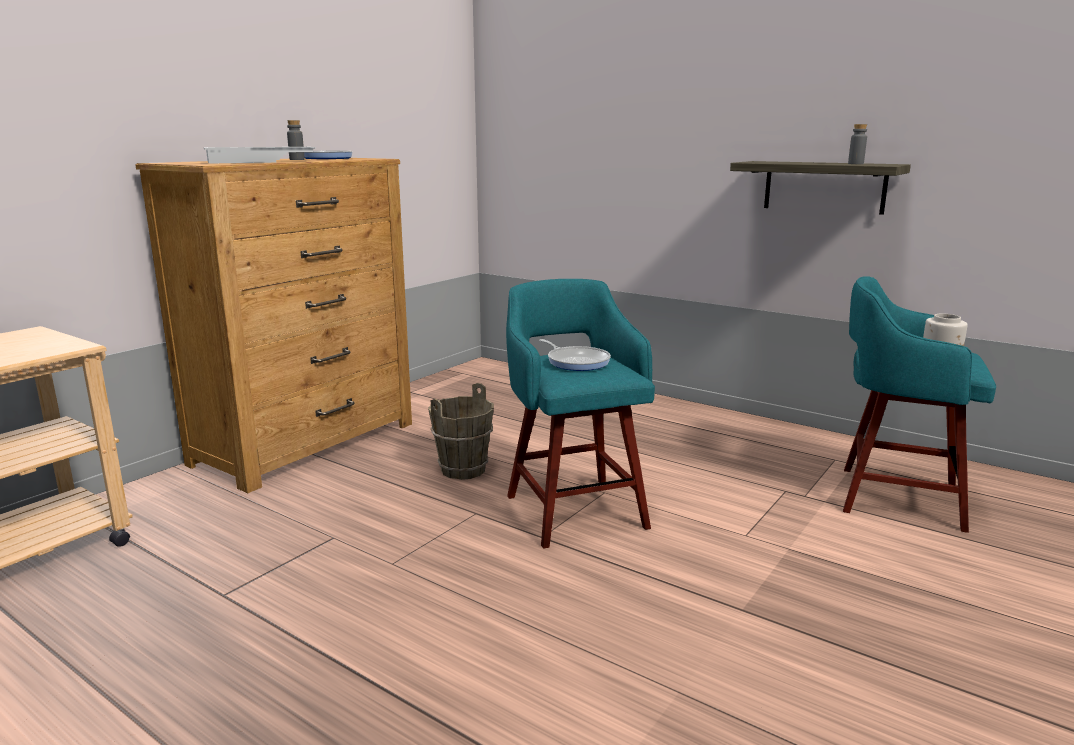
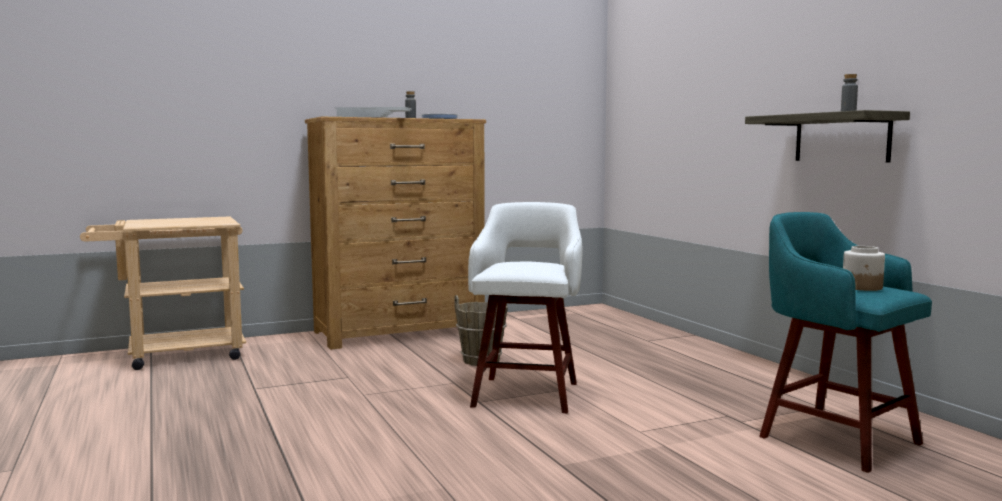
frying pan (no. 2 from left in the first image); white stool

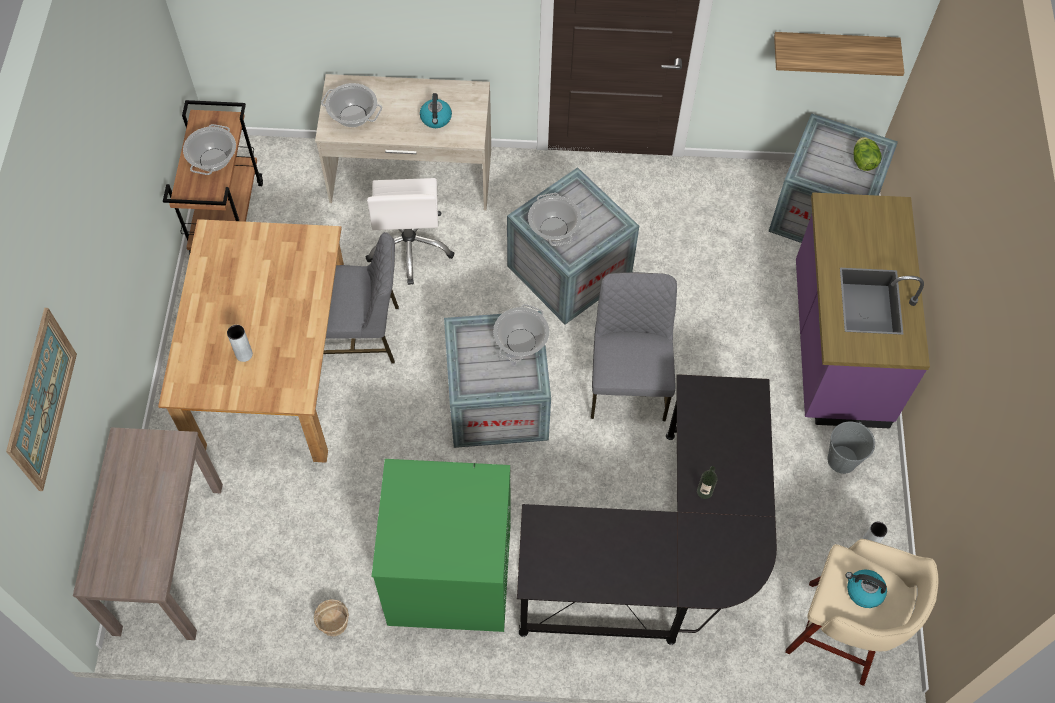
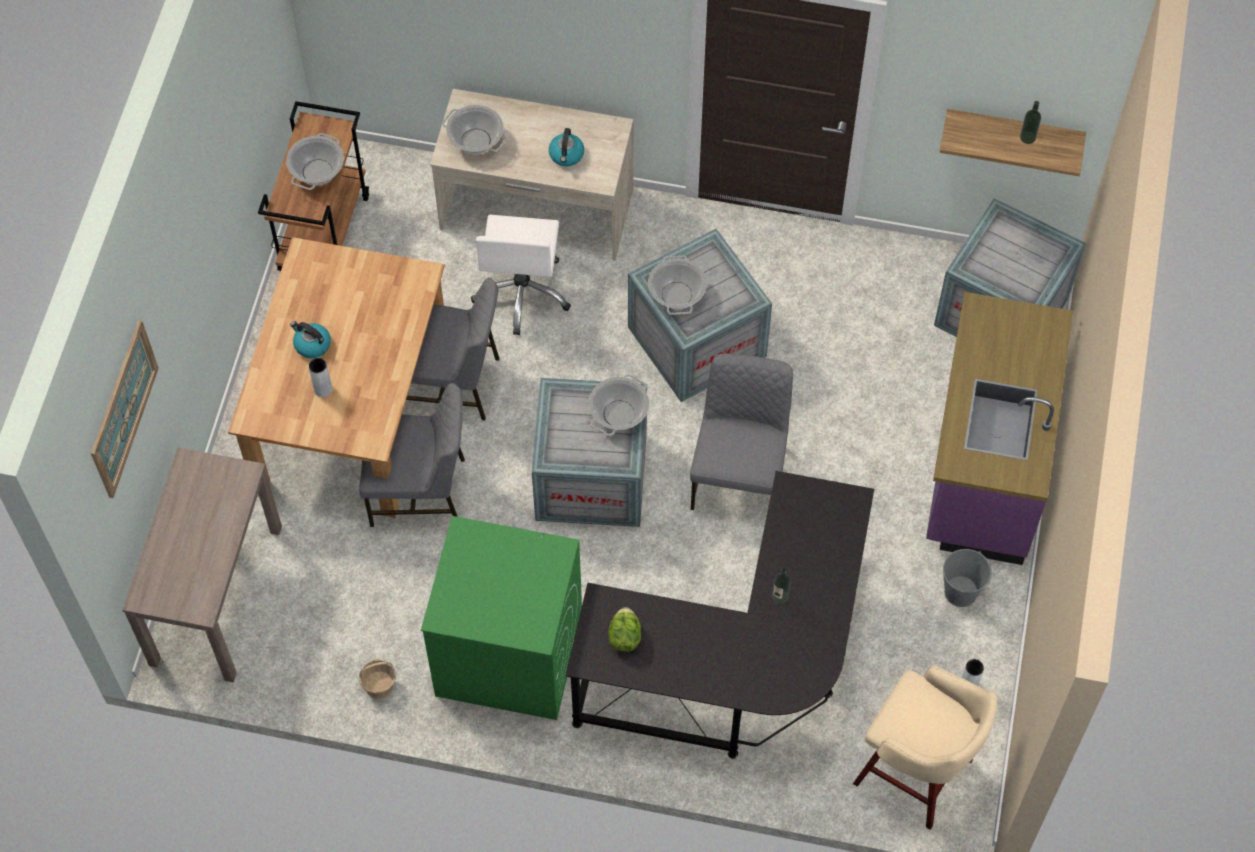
grey chair (no. 1 from left); bottle (no. 2 from left); kettle (no. 1 from left); lettuce

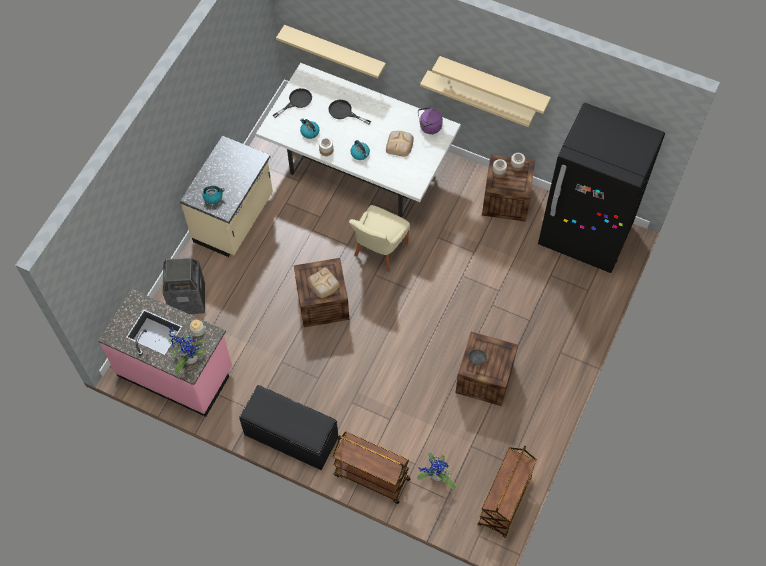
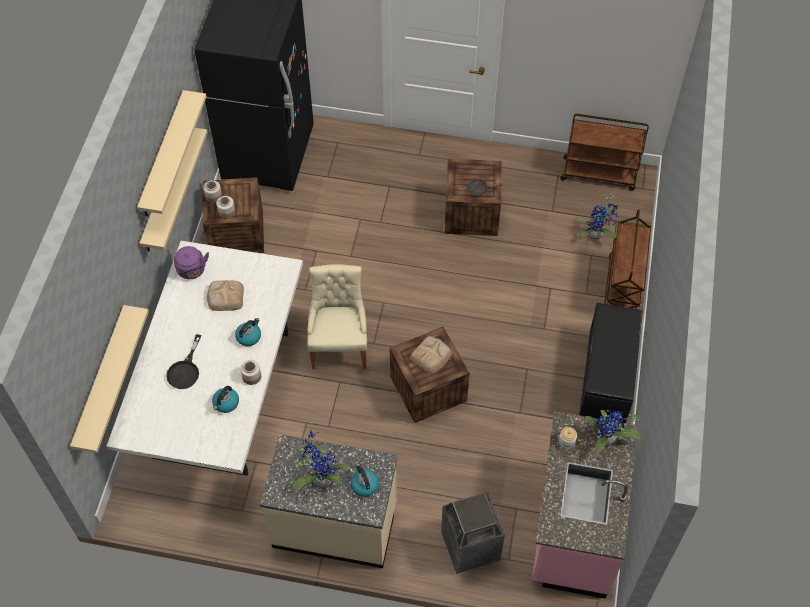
black frying pan (no. 1 from left in the first image); potted plant (no. 1 from left); beige chair

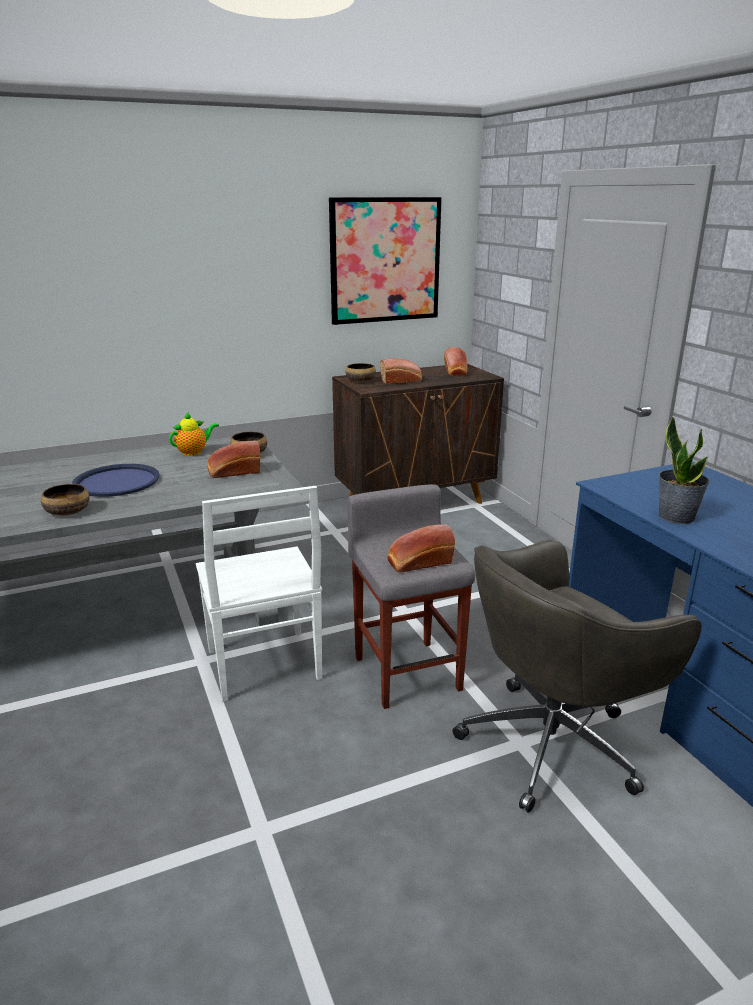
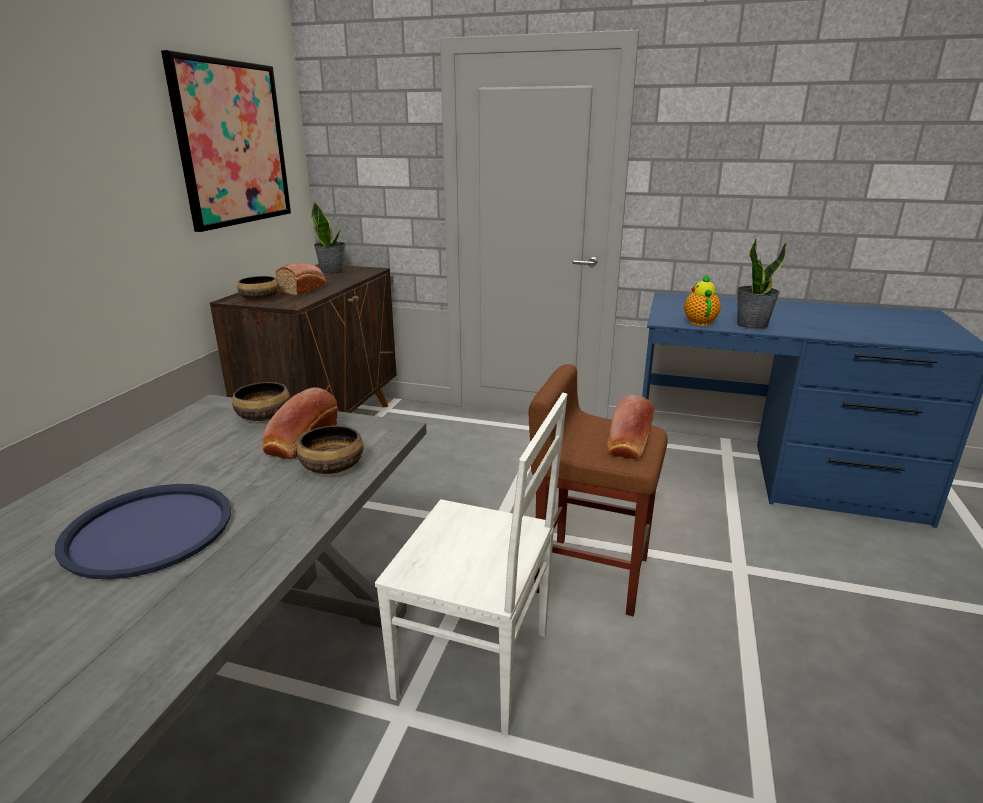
grey office chair; bowl (no. 3 from left); teapot; potted plant (no. 1 from left); brown stool

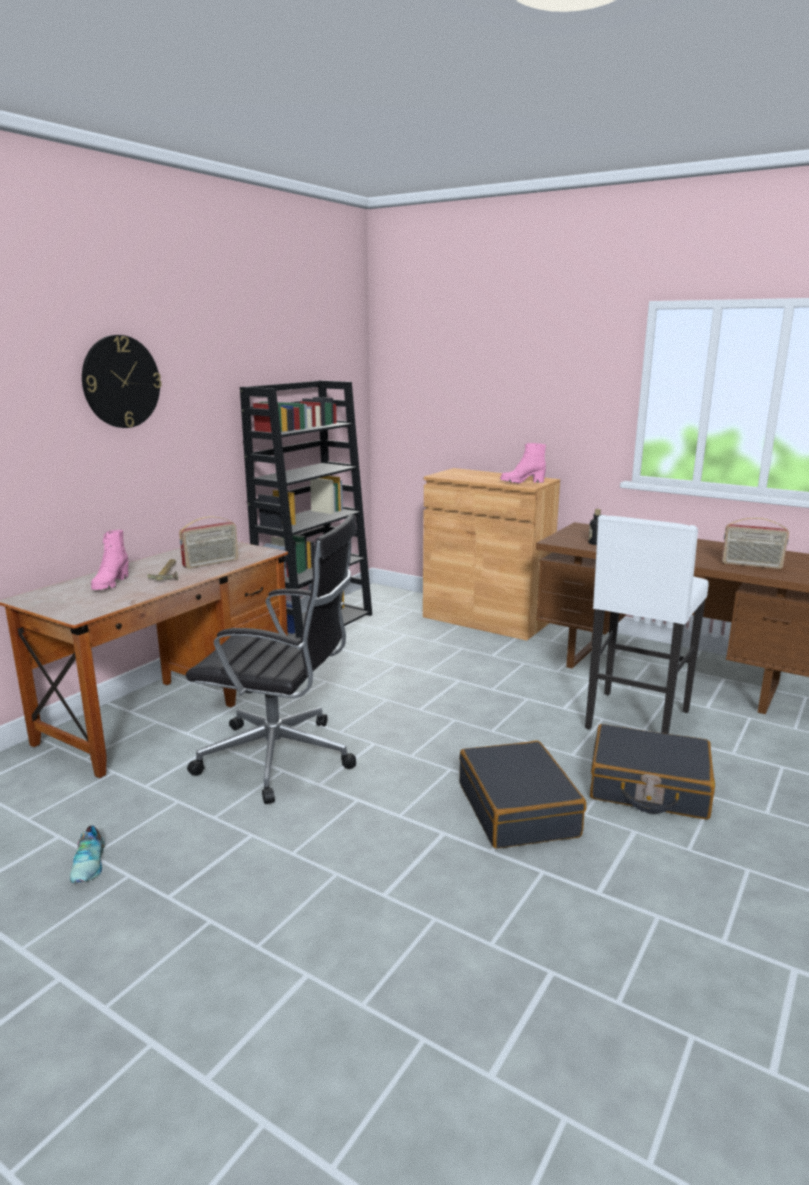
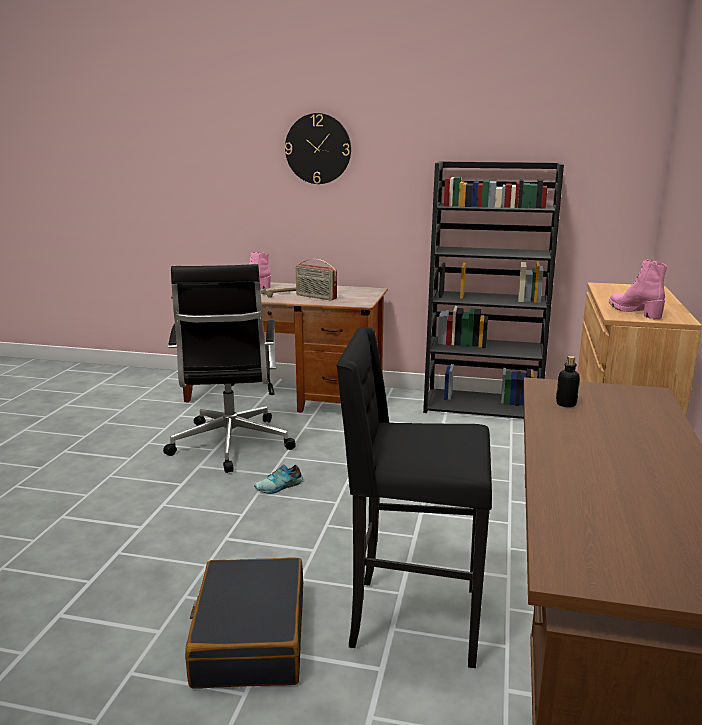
black suitcase (no. 1 from left in the first image); radio (no. 2 from left in the first image); shoe; black stool

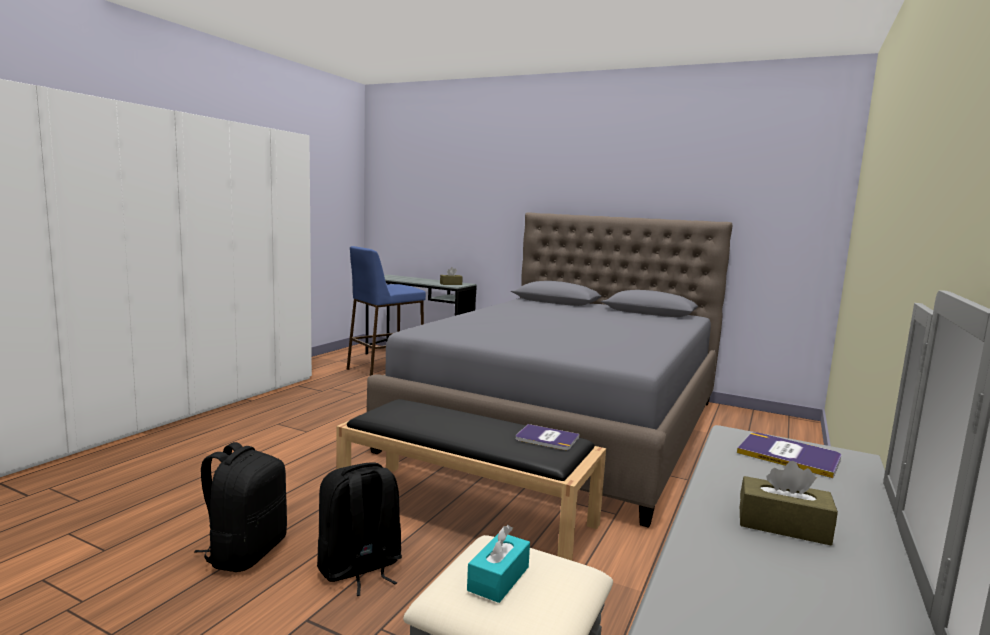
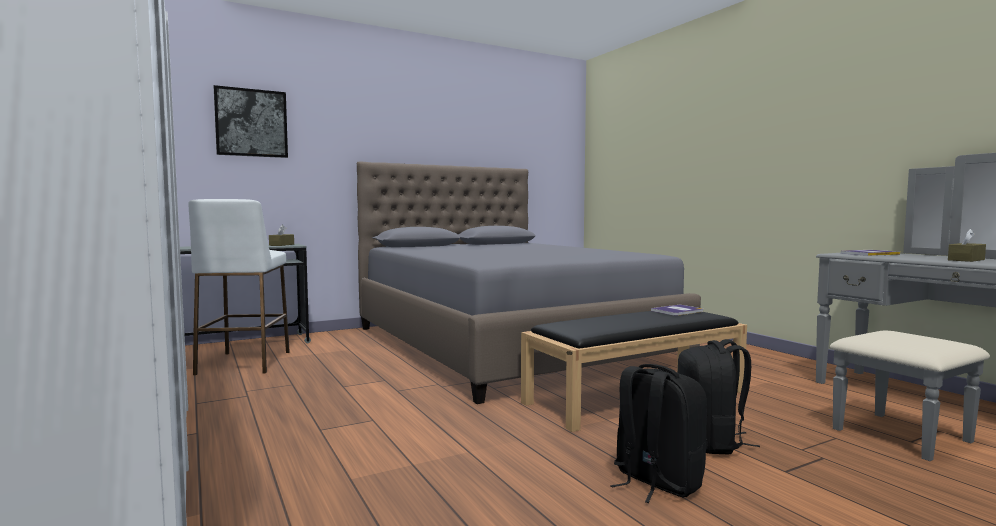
turquoise tissue box; picture; white stool

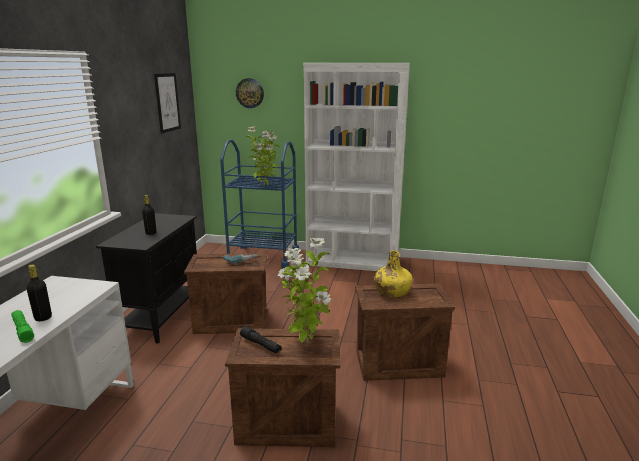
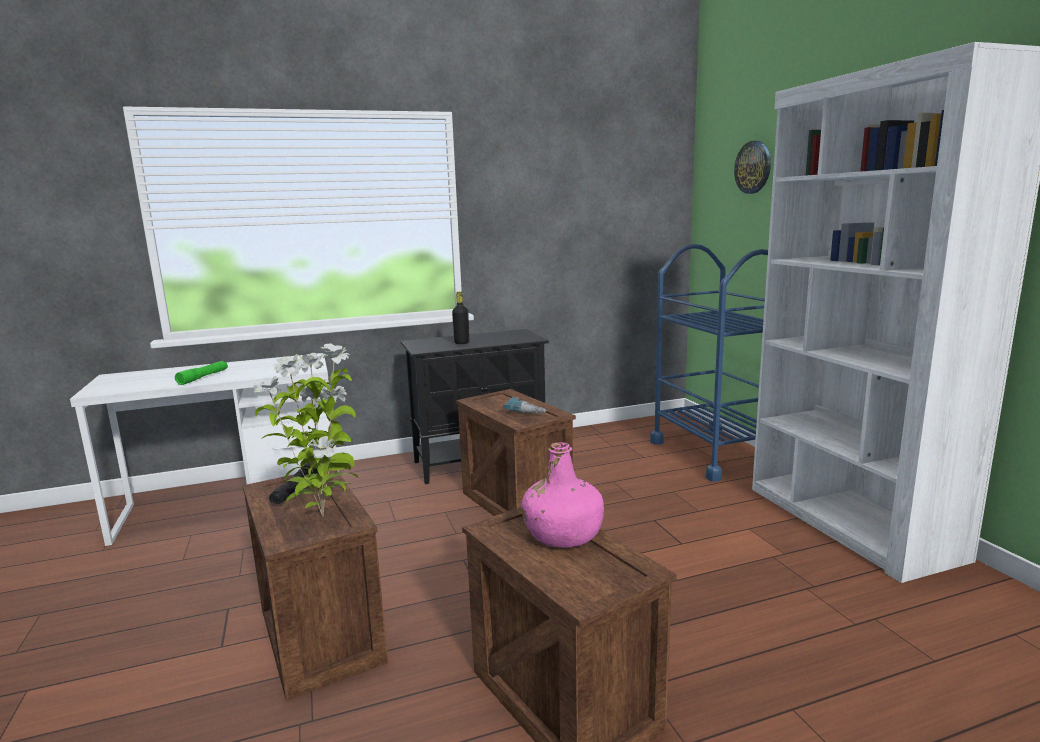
black bottle (no. 1 from left in the first image); picture; potted plant (no. 1 from left in the first image); pink bottle

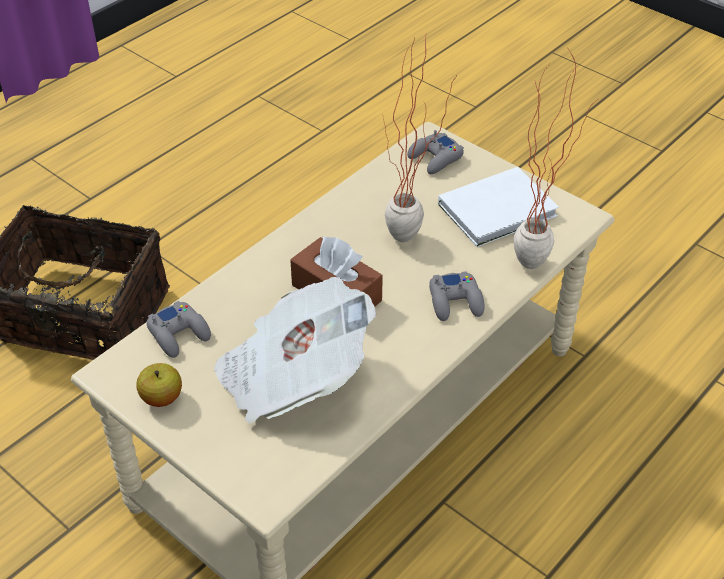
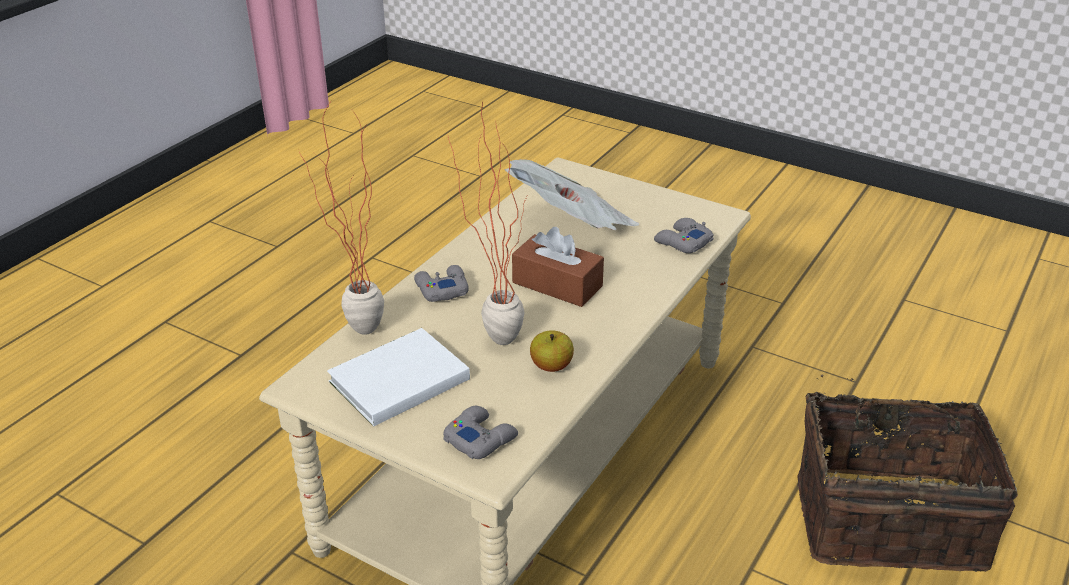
apple

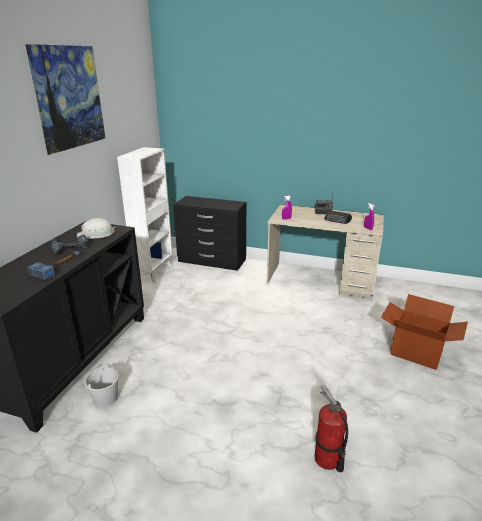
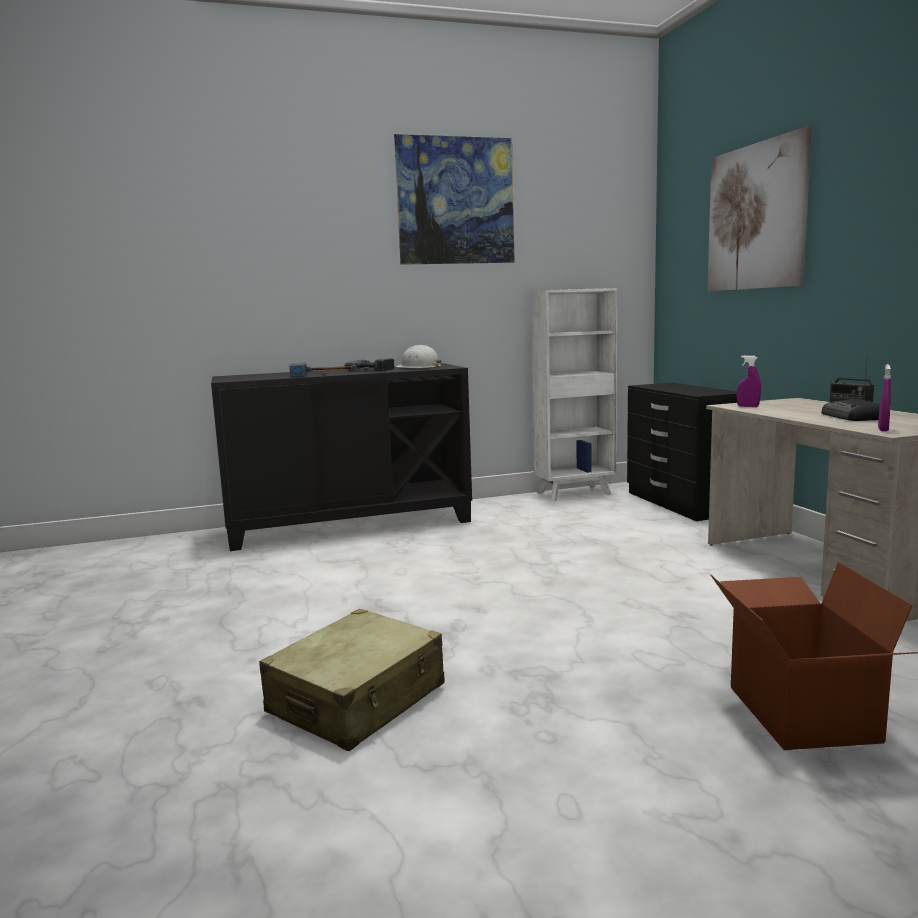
white bucket; picture (no. 2 from left); beige suitcase

